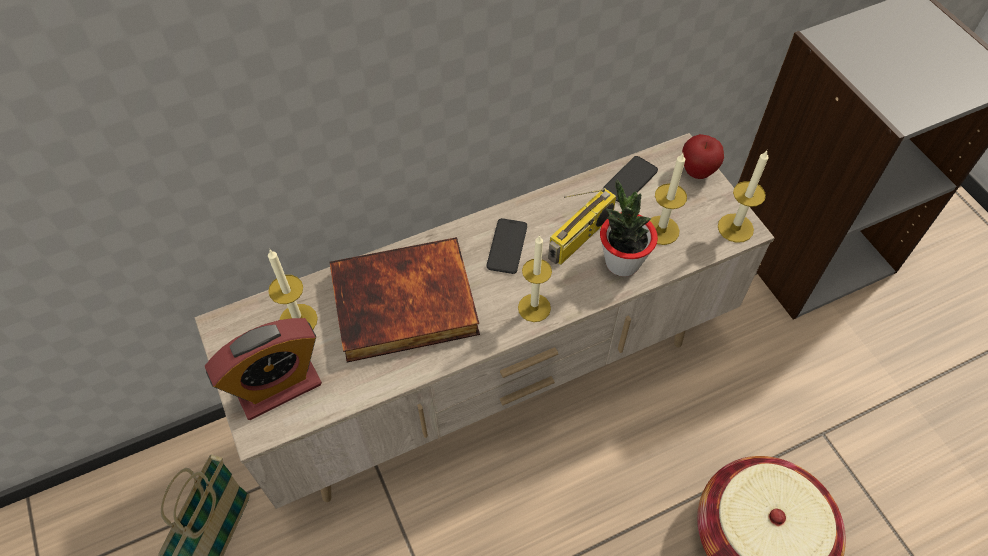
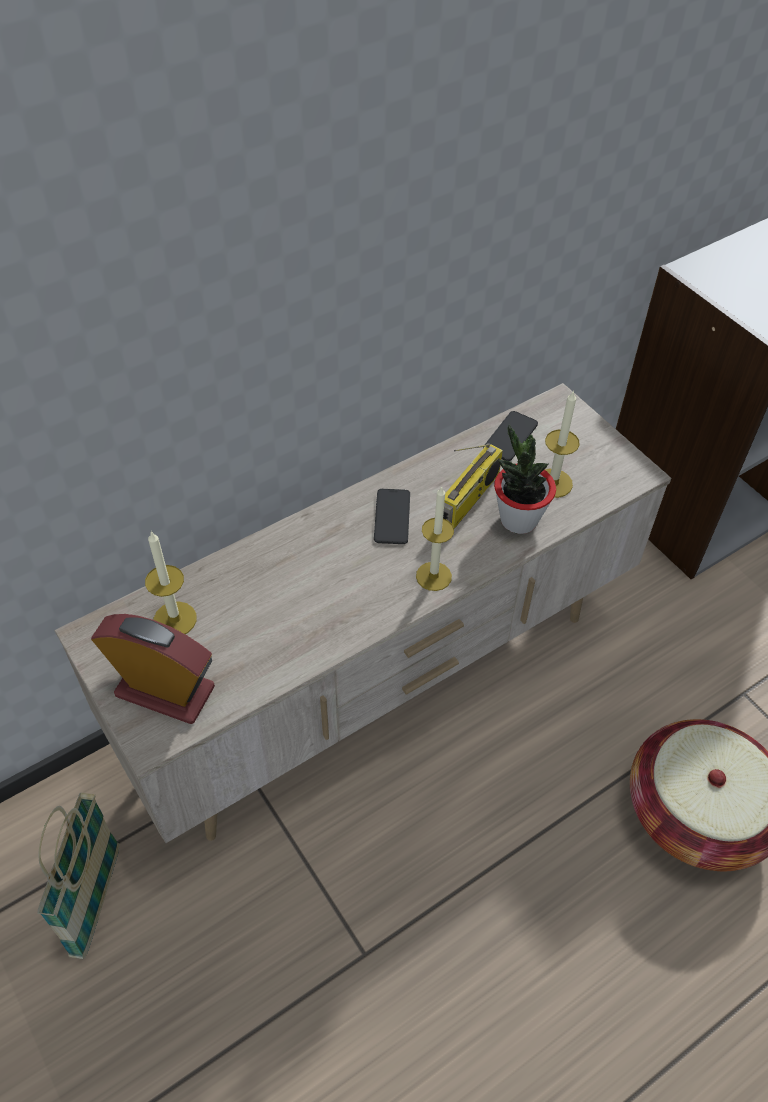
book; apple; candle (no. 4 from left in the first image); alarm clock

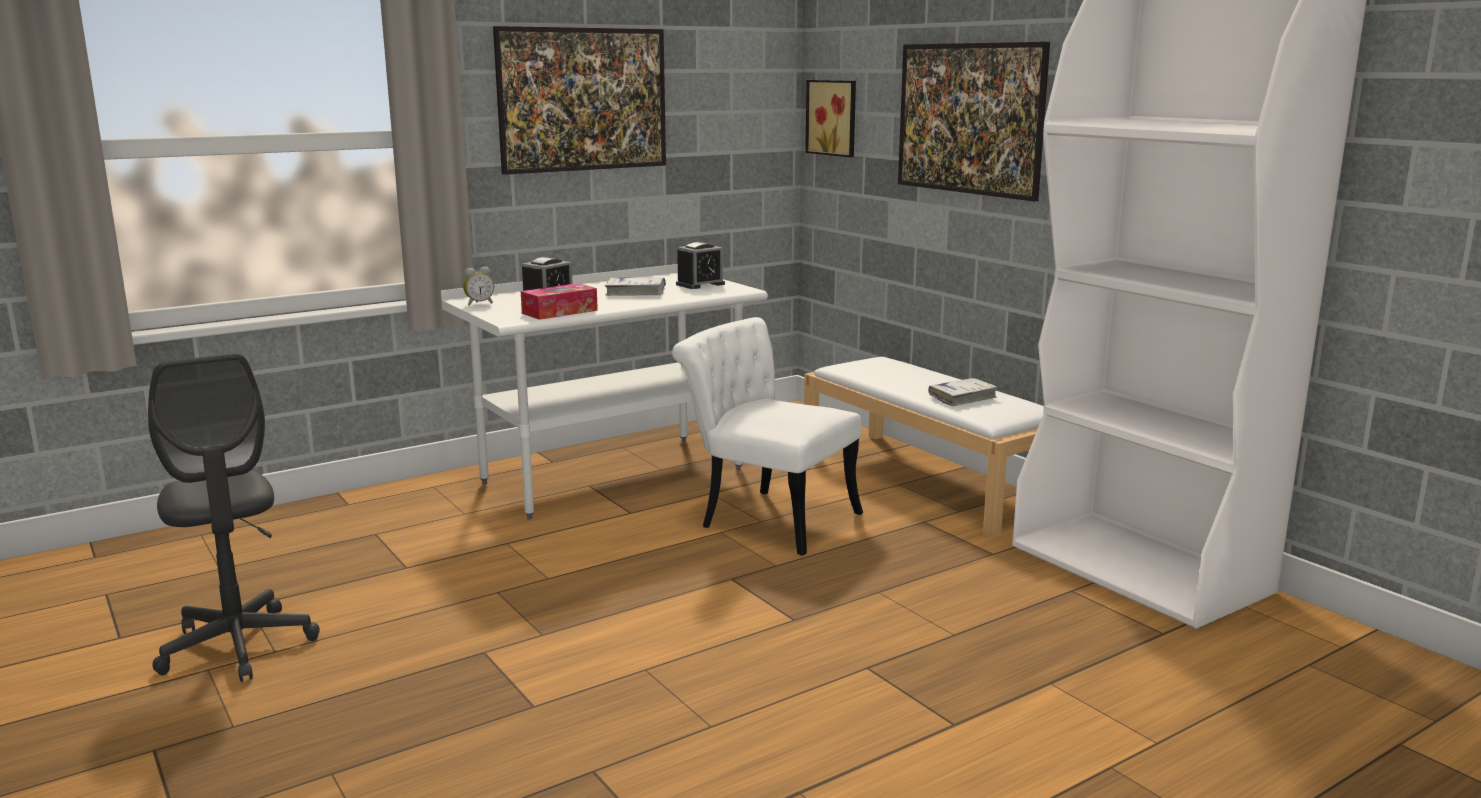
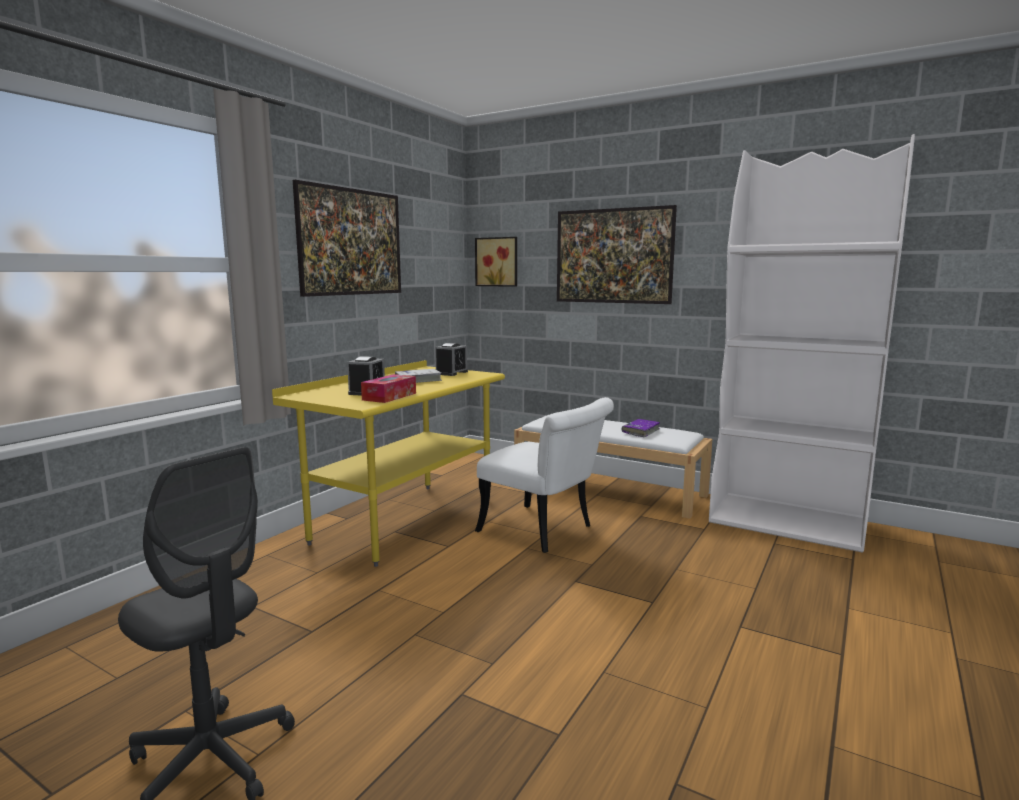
alarm clock (no. 1 from left in the first image); yellow desk; purple book; white chair

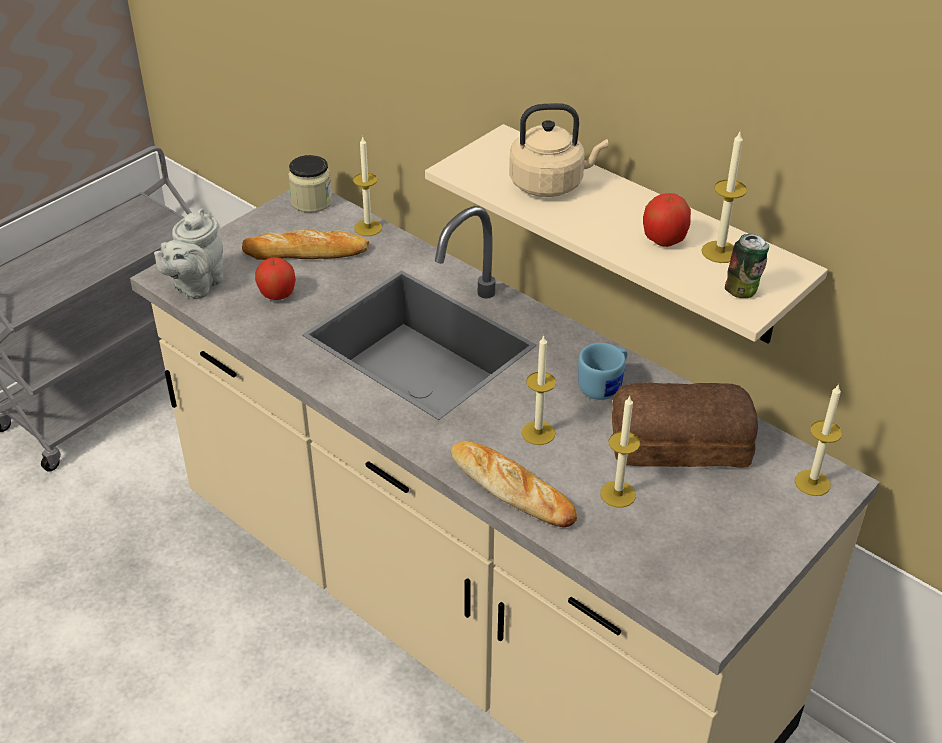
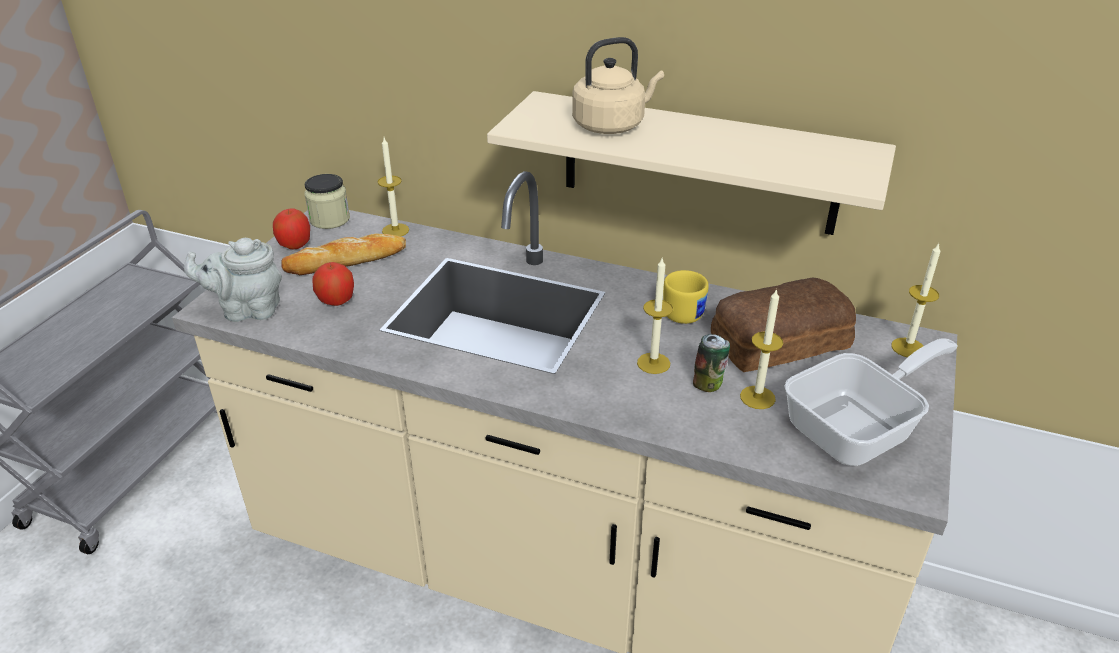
bread (no. 2 from left in the first image); candle (no. 4 from left in the first image); frying pan; apple (no. 1 from left); can; yellow mug; grey teapot

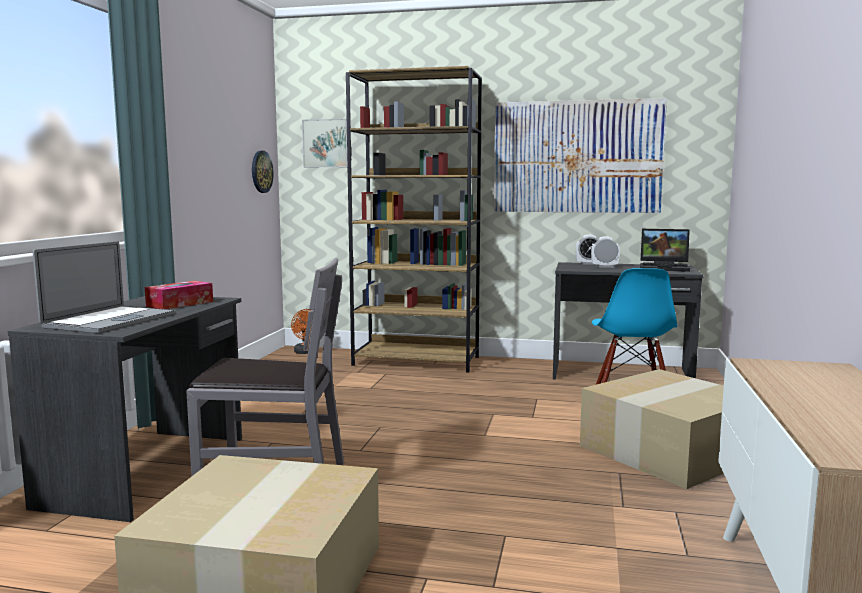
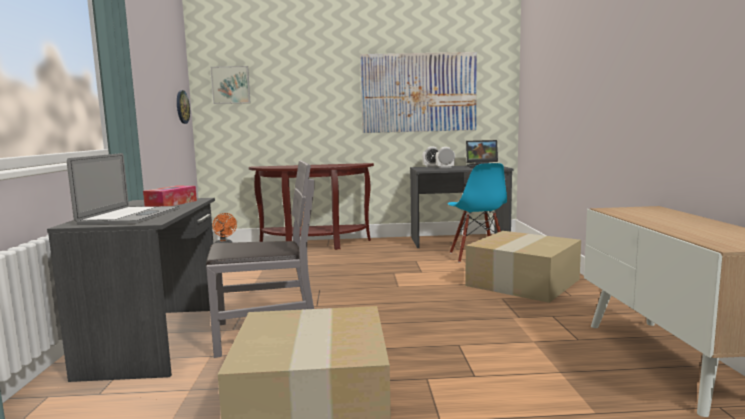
brown console table

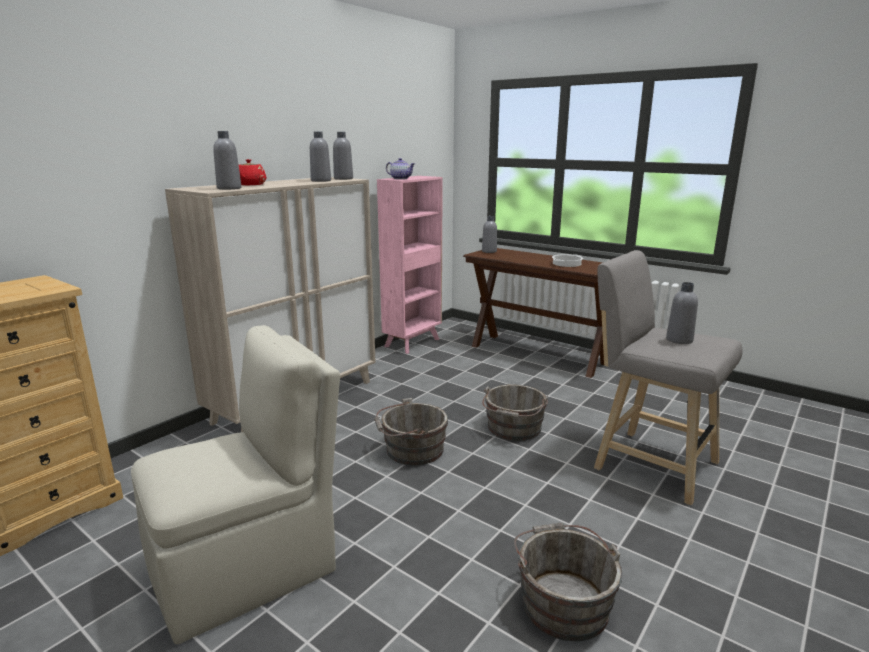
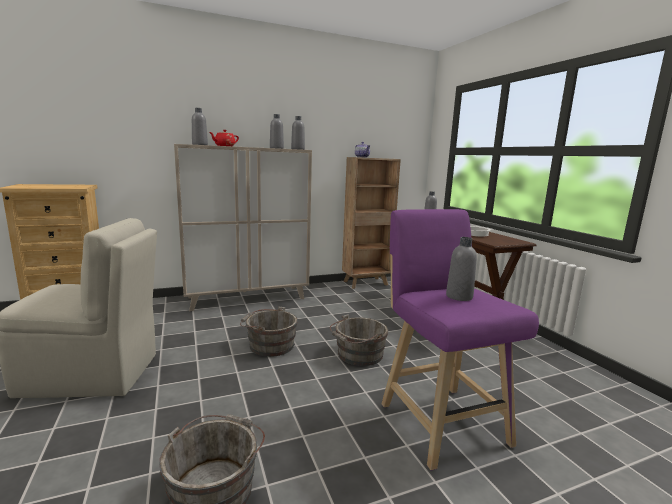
brown bookcase; purple stool

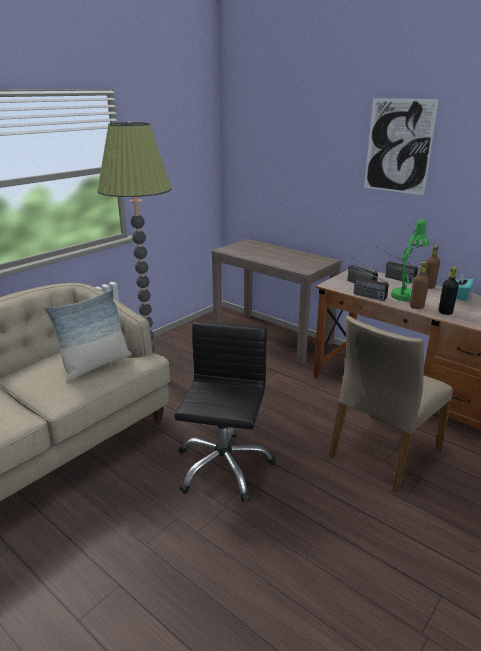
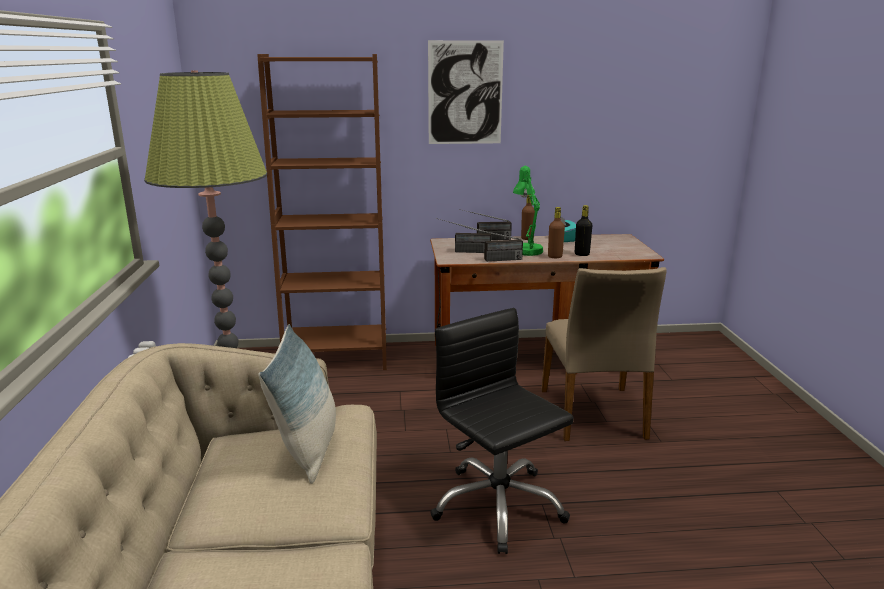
brown bookcase

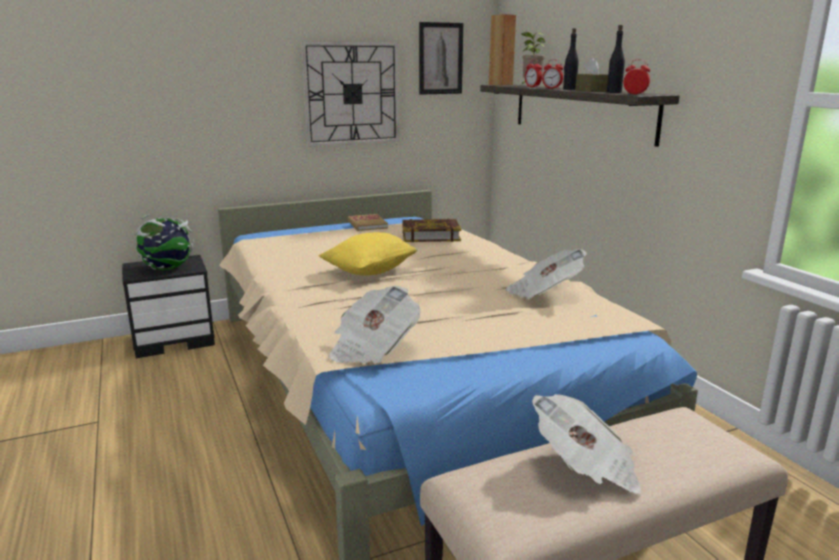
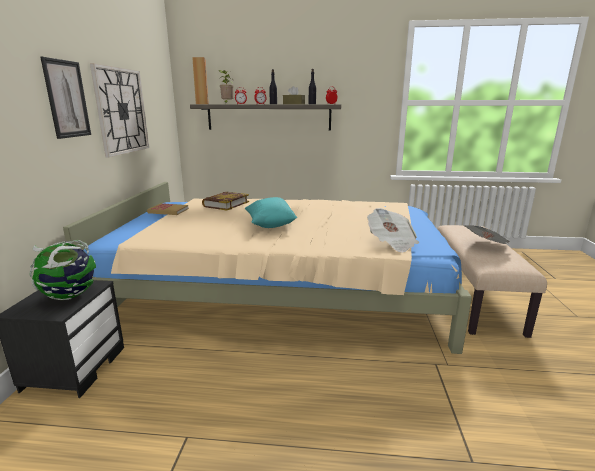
newspaper (no. 2 from left in the first image); picture; turquoise pillow

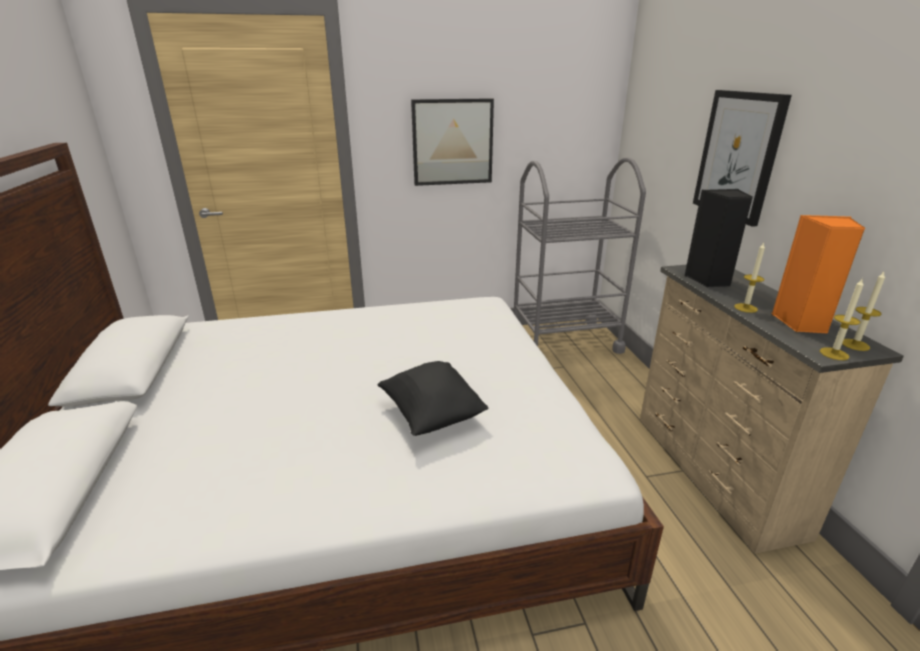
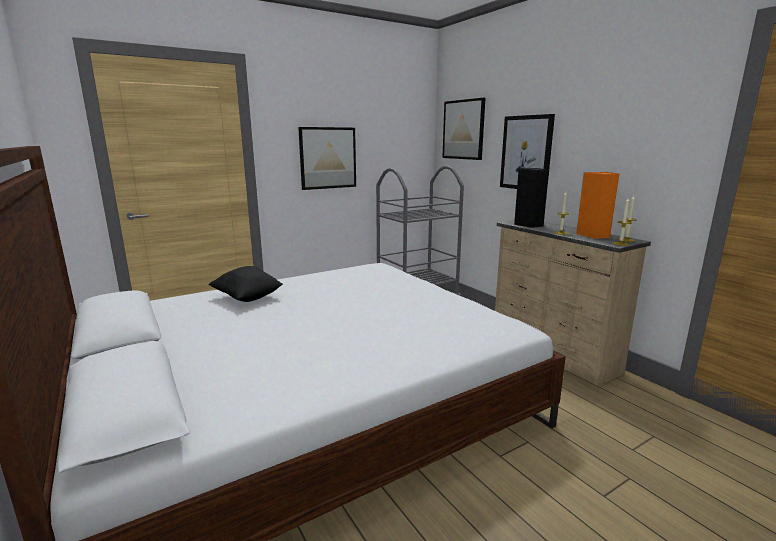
picture (no. 2 from left); black pillow

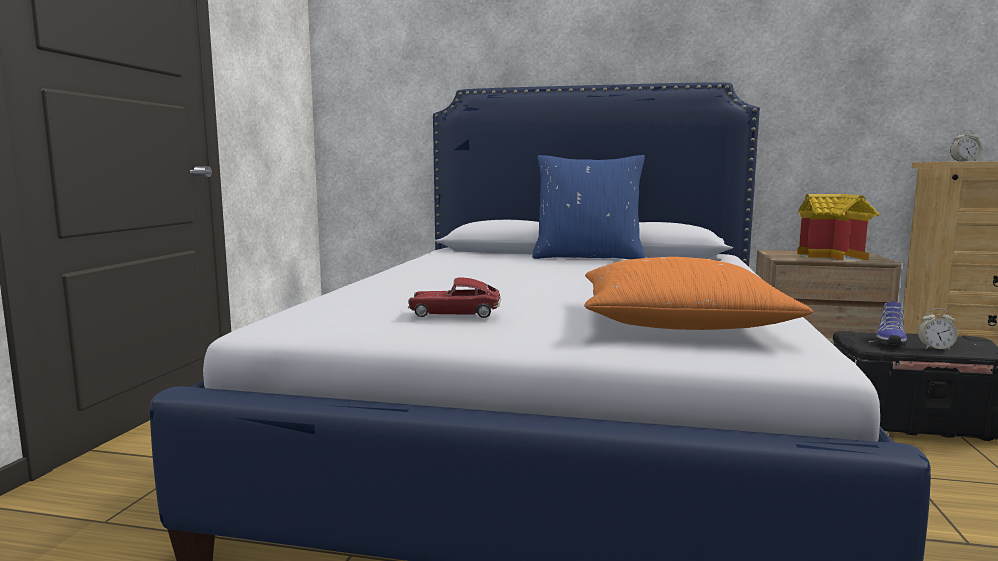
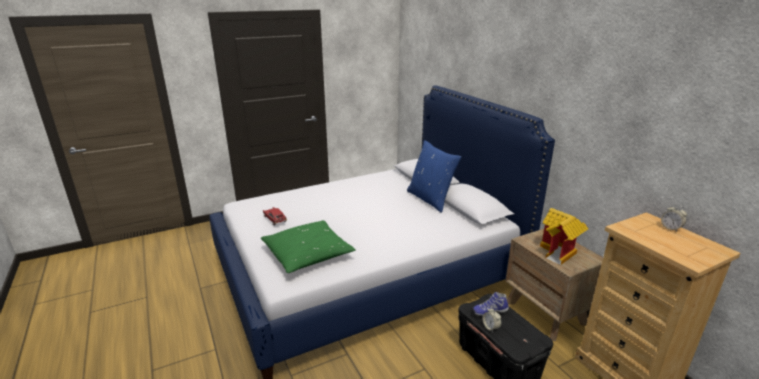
green pillow

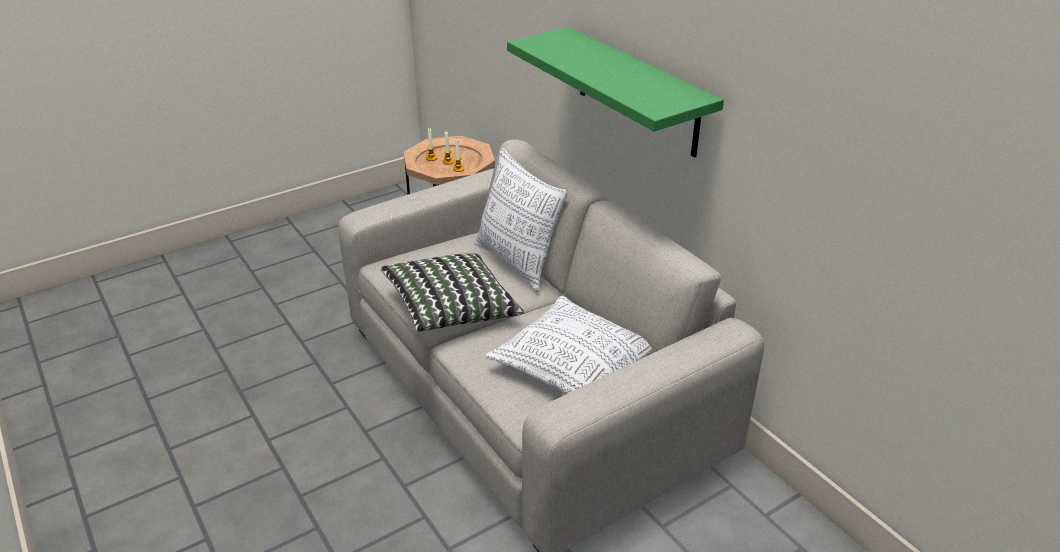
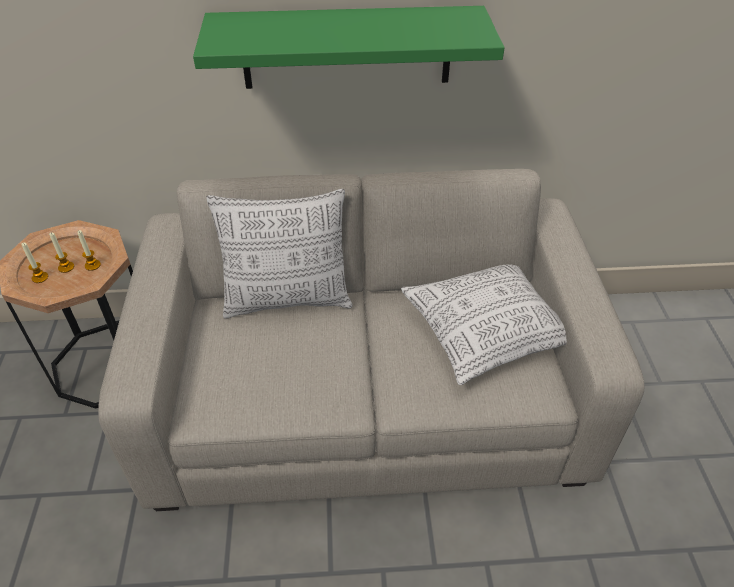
pillow (no. 1 from left in the first image)

